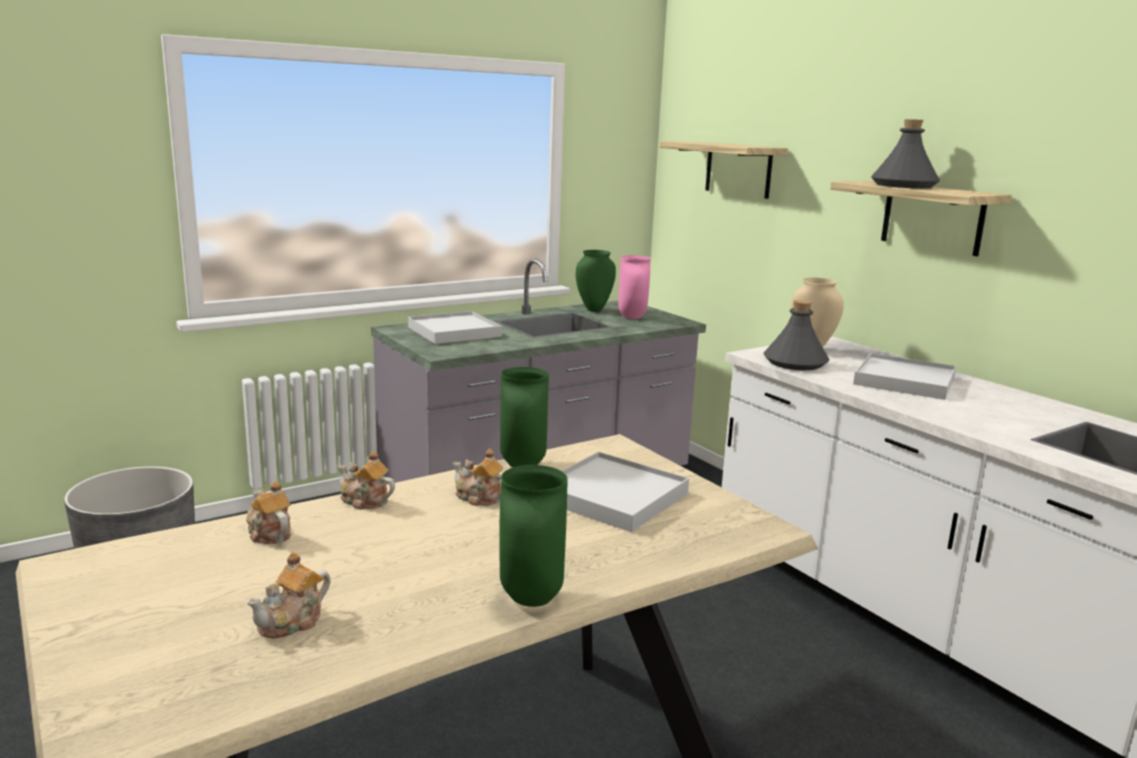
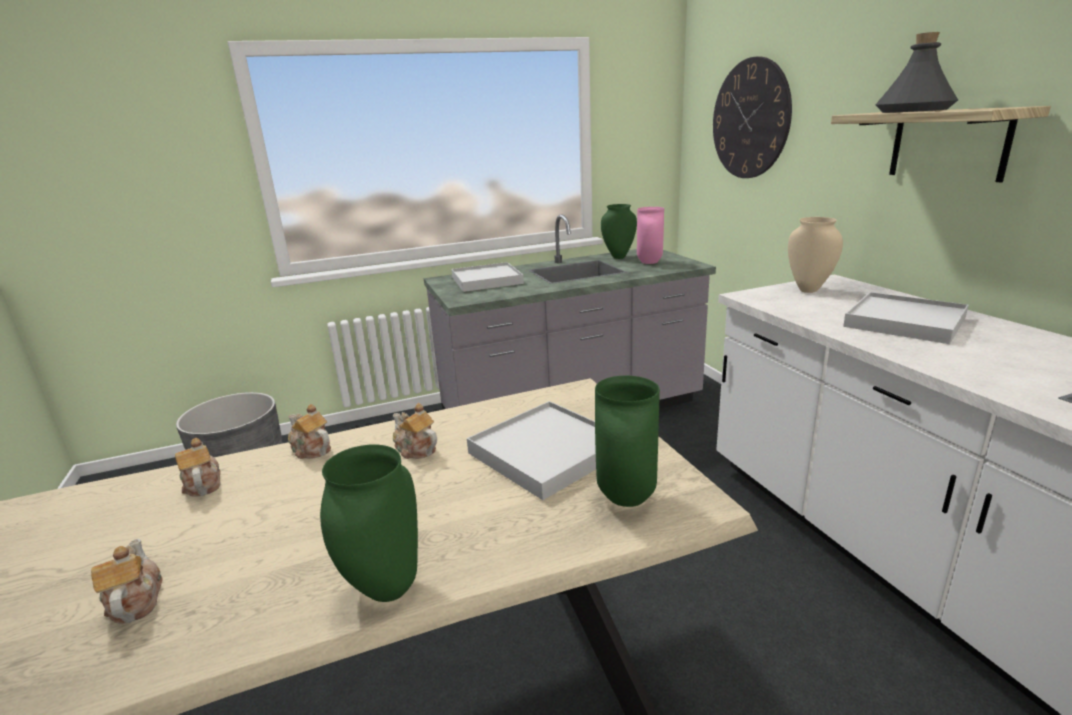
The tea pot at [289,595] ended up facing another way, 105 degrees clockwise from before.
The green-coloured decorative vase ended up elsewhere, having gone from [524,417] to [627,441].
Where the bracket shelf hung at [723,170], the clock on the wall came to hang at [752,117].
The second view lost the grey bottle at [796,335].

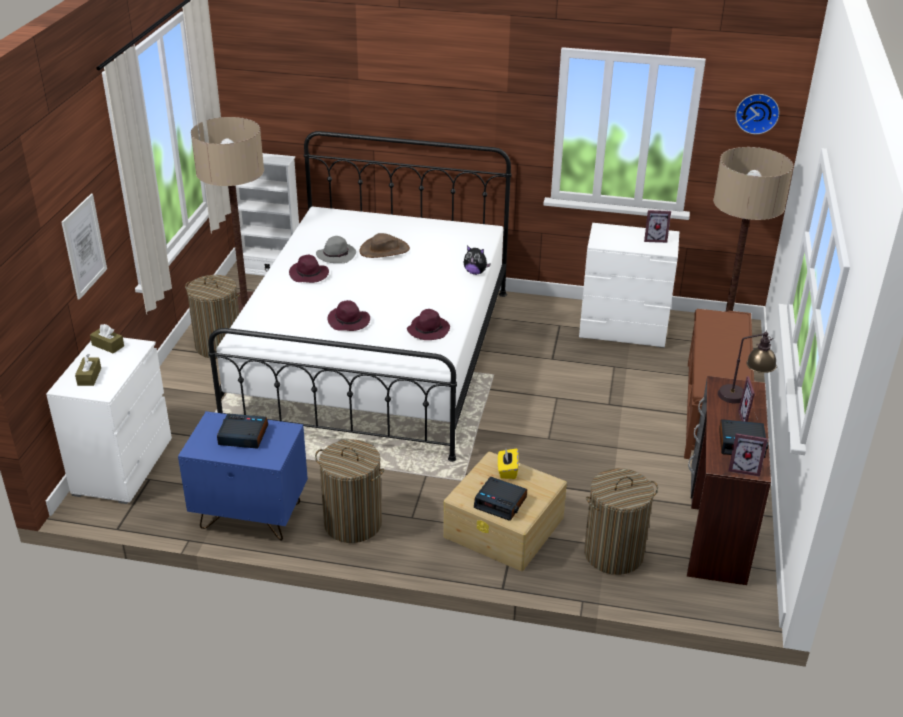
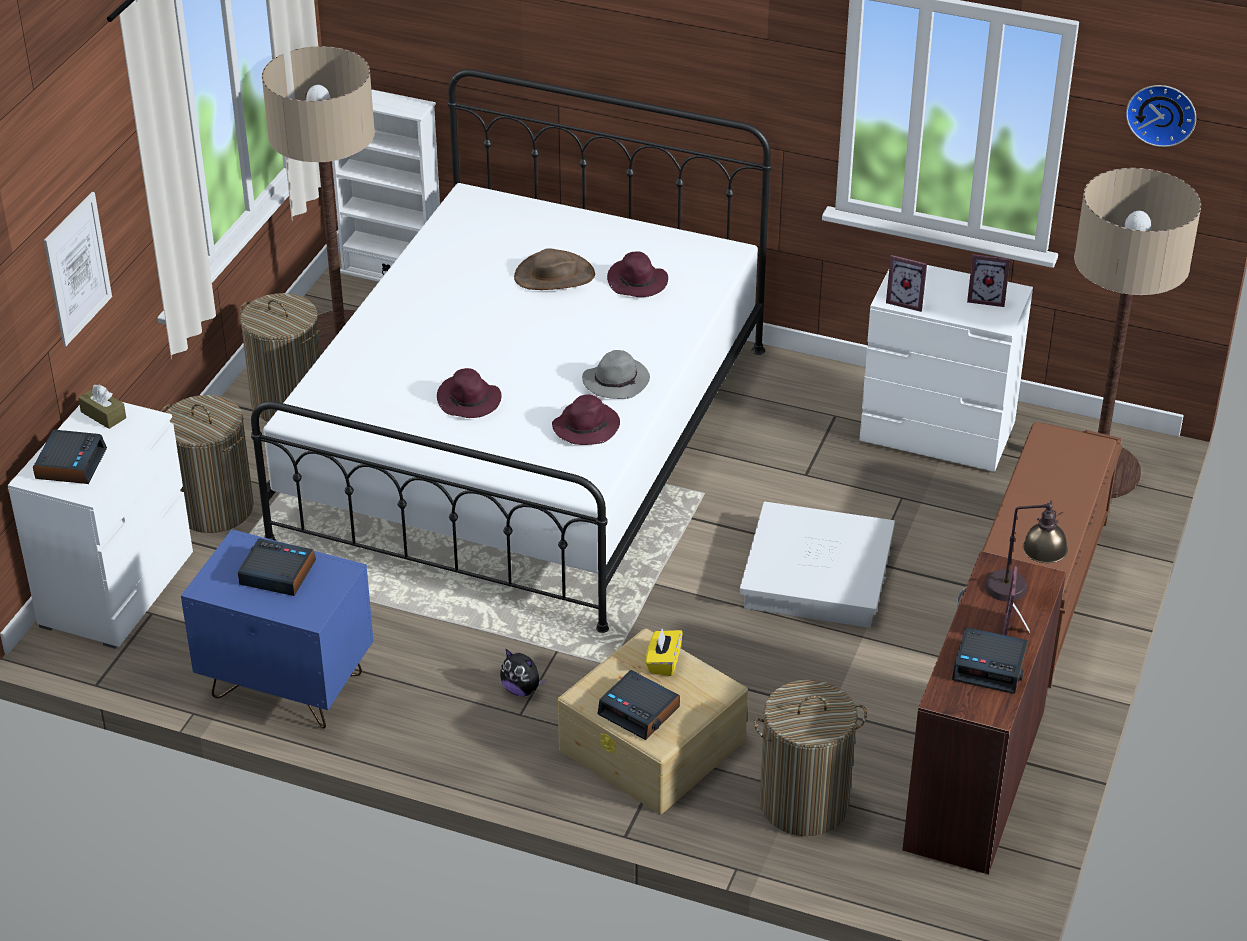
Where the brown box of tissues stood at [88,370], the bedside clock came to stand at [70,457].
The washing basket ended up elsewhere, having gone from [349,491] to [207,464].
The plush toy ended up elsewhere, having gone from [477,260] to [523,672].
The grey clothing hat ended up elsewhere, having gone from [336,249] to [616,374].
The purplish clothing hat ended up elsewhere, having gone from [309,269] to [637,274].
The second view gained the white-coloured storage box at [817,565].
The photo frame ended up elsewhere, having gone from [748,455] to [906,283].

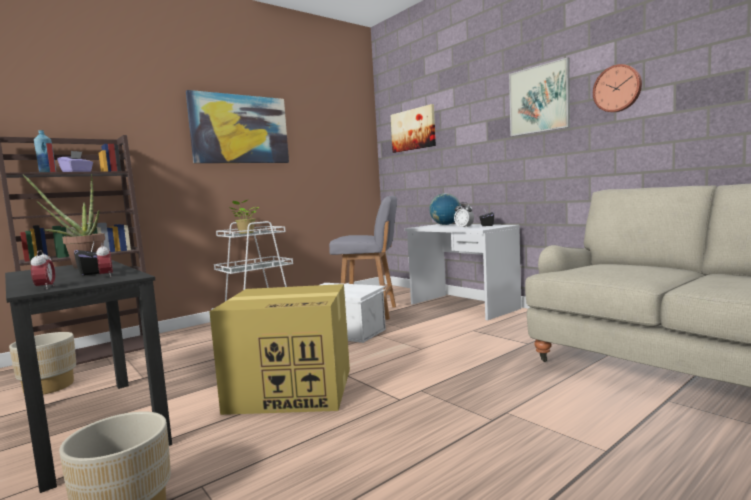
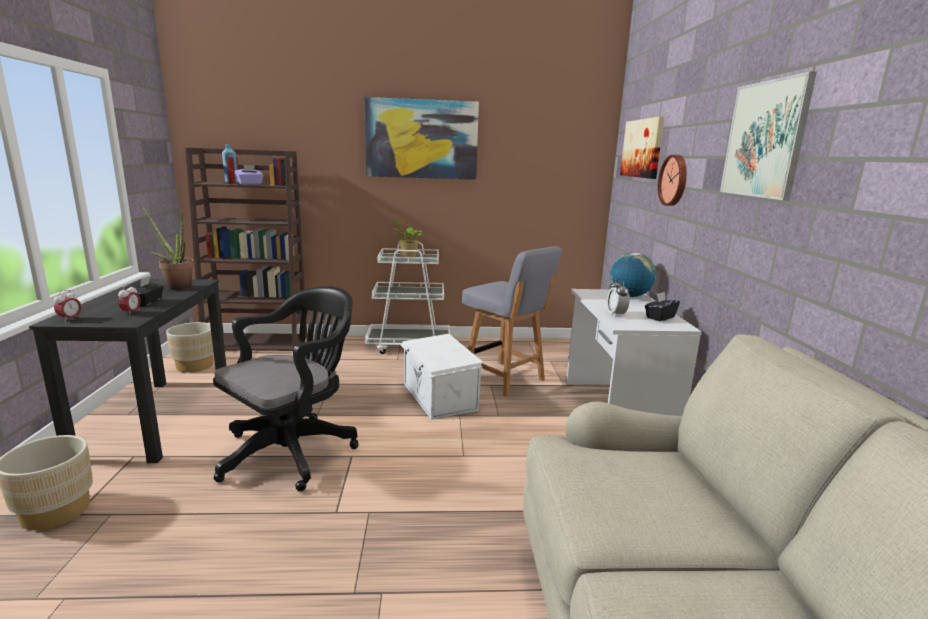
Where the packing box stood at [279,349], the blackish office chair came to stand at [286,389].
The clock on the wall ended up elsewhere, having gone from [617,88] to [672,180].

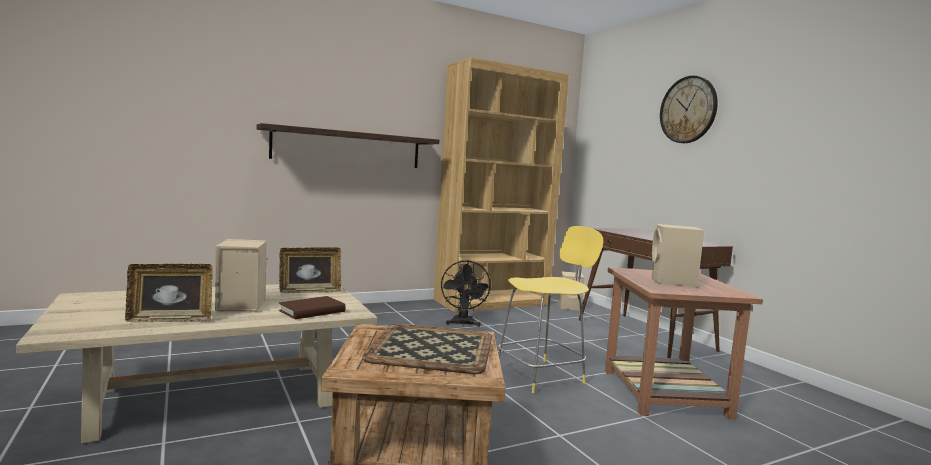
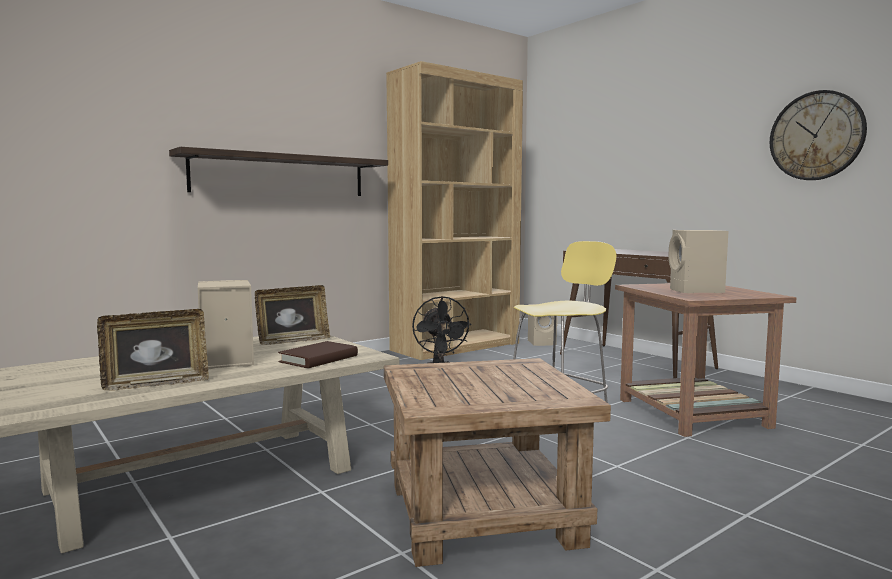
The clock on the wall ended up elsewhere, having gone from [689,109] to [818,135].
The second view lost the tray at [427,348].

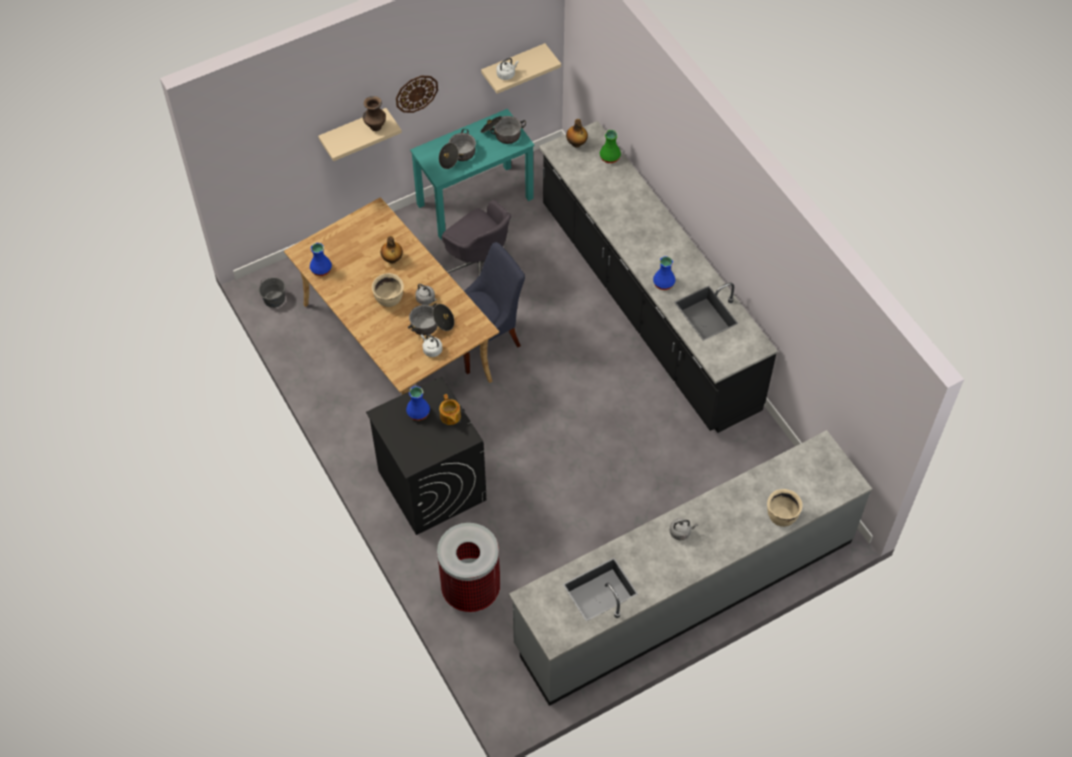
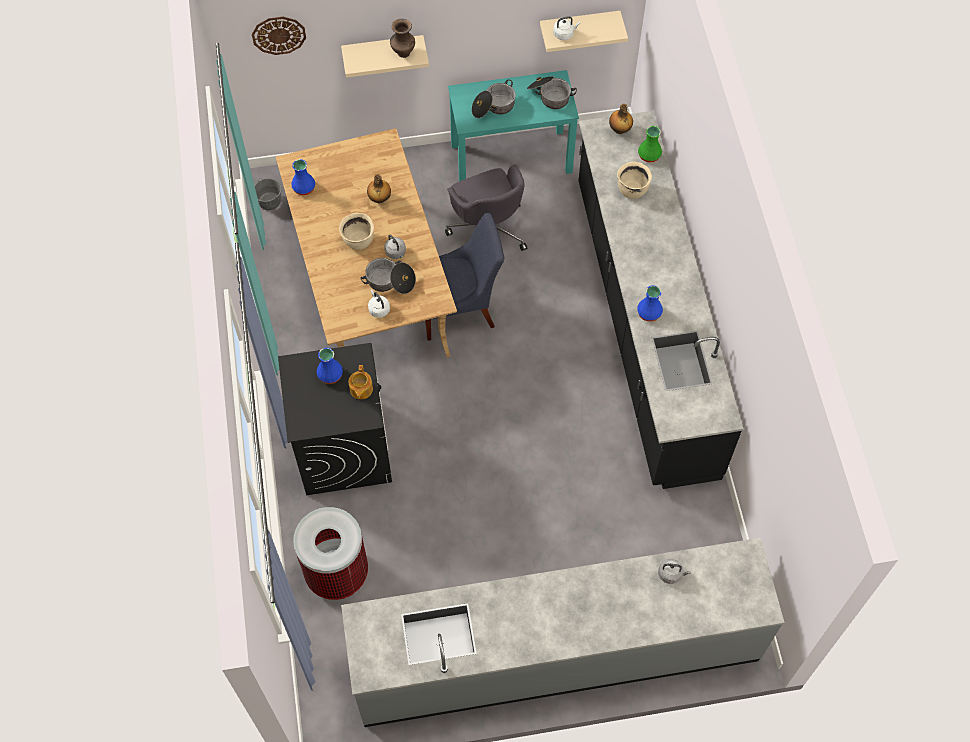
The clock on the wall ended up elsewhere, having gone from [417,94] to [279,36].
The sand-coloured stockpot ended up elsewhere, having gone from [784,508] to [634,180].
The grey kettle ended up elsewhere, having gone from [684,529] to [674,571].

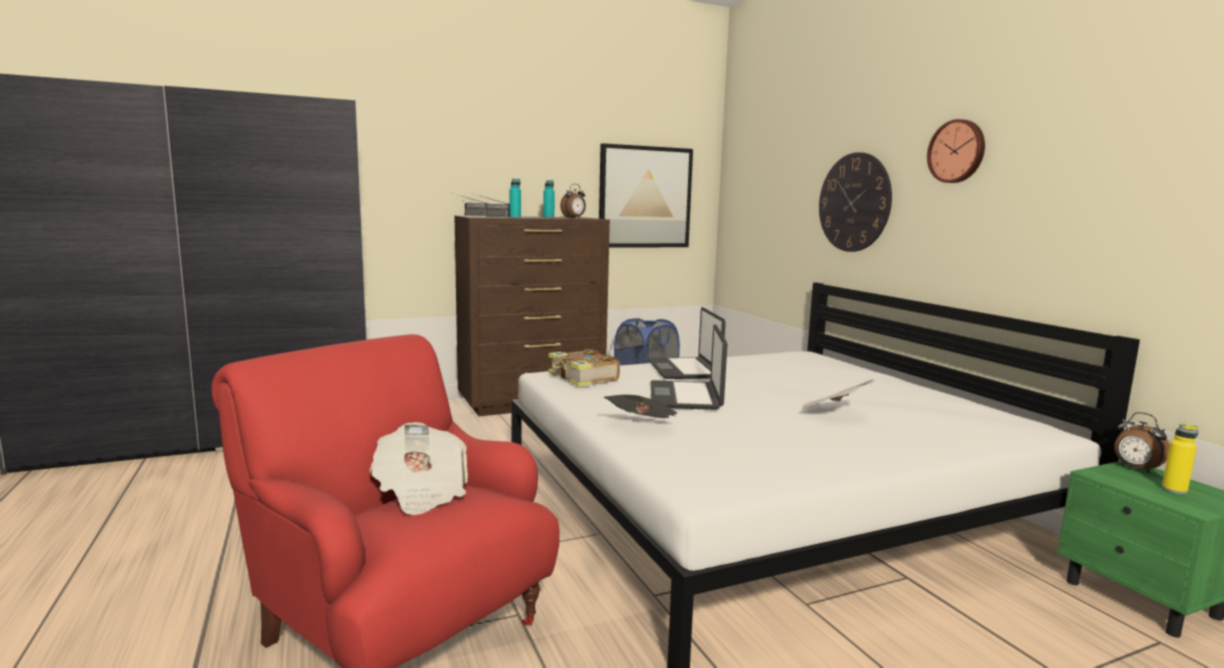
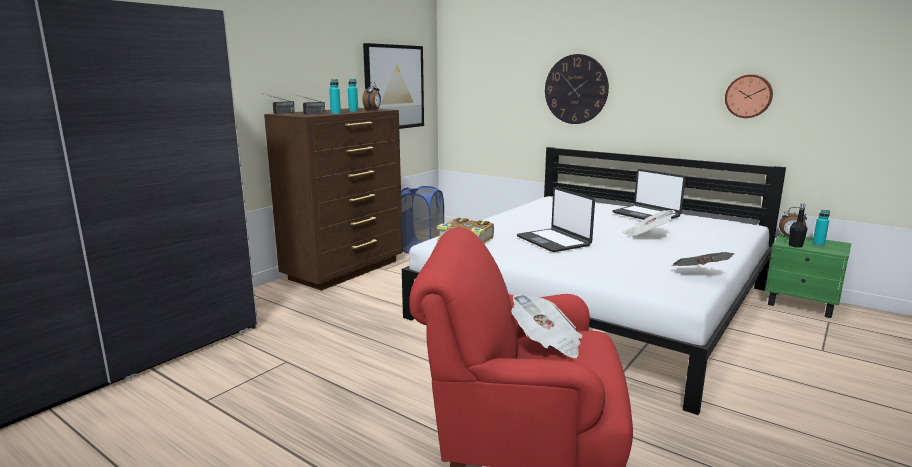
The laptop ended up elsewhere, having gone from [687,343] to [648,194].
The printed paper ended up elsewhere, having gone from [640,406] to [702,259].
The clock on the wall ended up elsewhere, having gone from [956,151] to [749,96].
The second view gained the blackish bottle at [798,225].
What was the yellow-coloured bottle at [1180,459] turned into the blue-green bottle at [821,228].

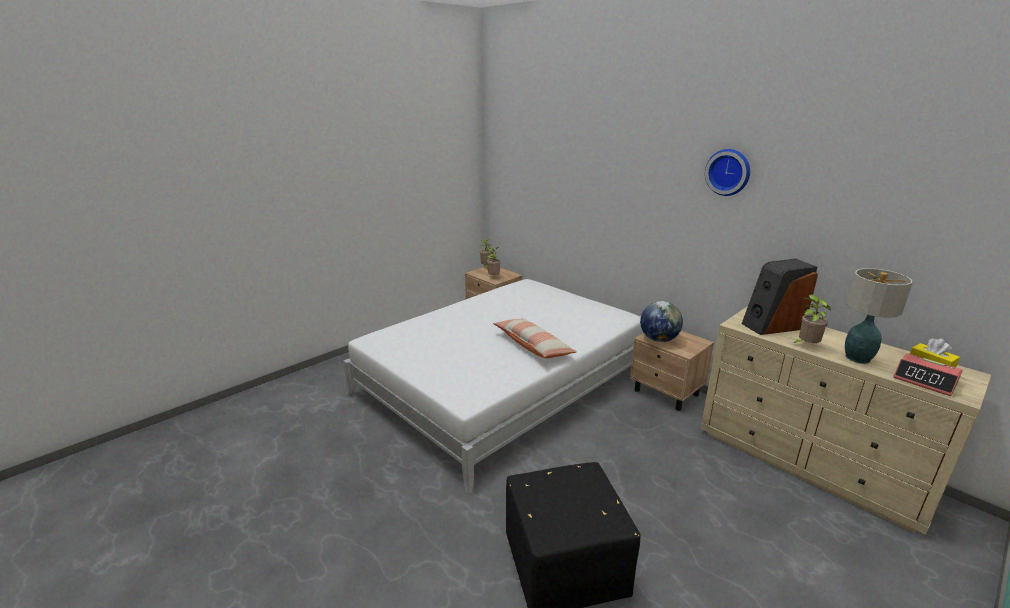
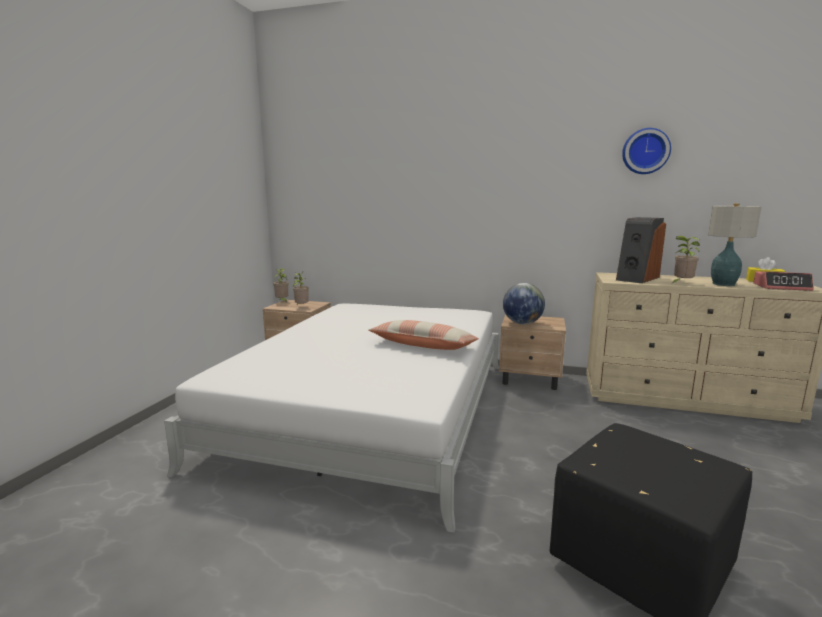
The clock on the wall ended up elsewhere, having gone from [727,172] to [646,151].

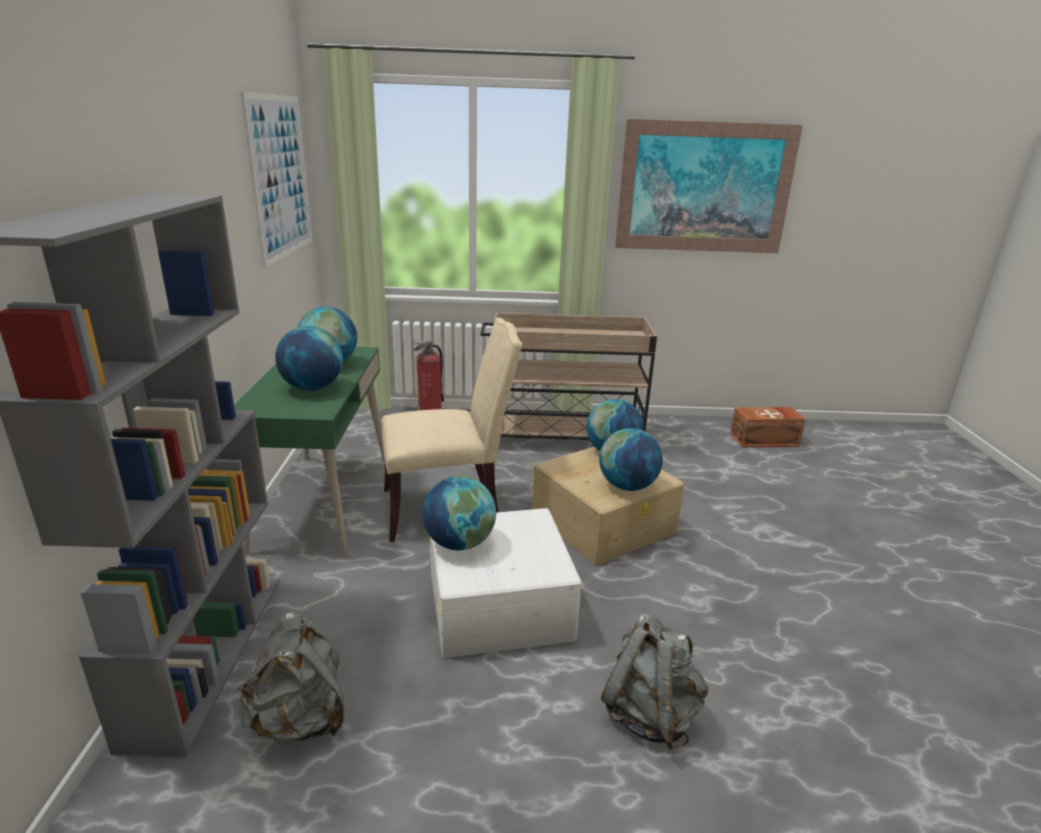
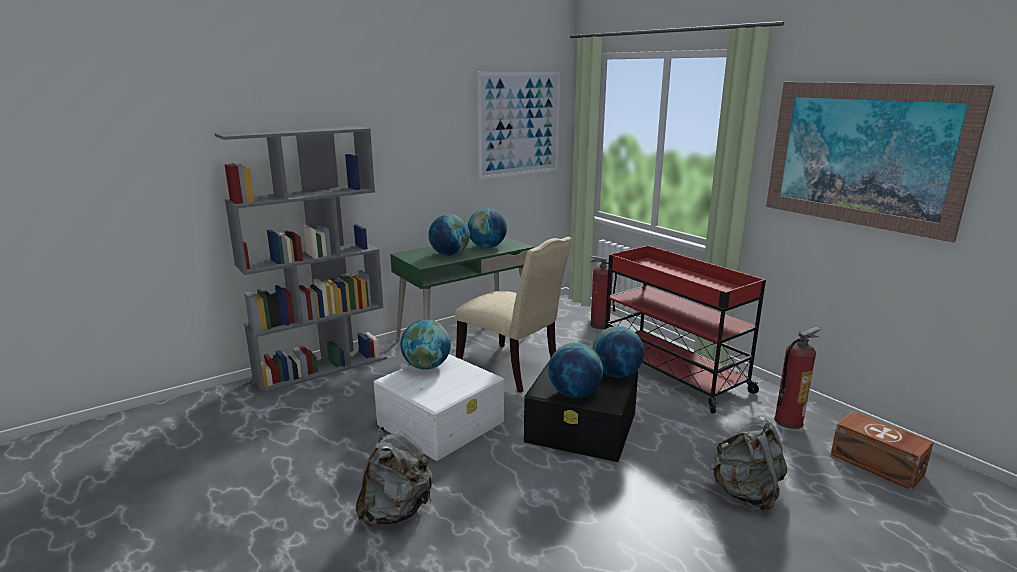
What was the sand-coloured storage box at [608,506] turned into the blackish storage box at [581,411].
What was the sand-coloured cart at [569,376] turned into the reddish cart at [685,330].
The grey knapsack ended up elsewhere, having gone from [291,678] to [748,463].
The second view gained the fire extinguisher at [797,378].

